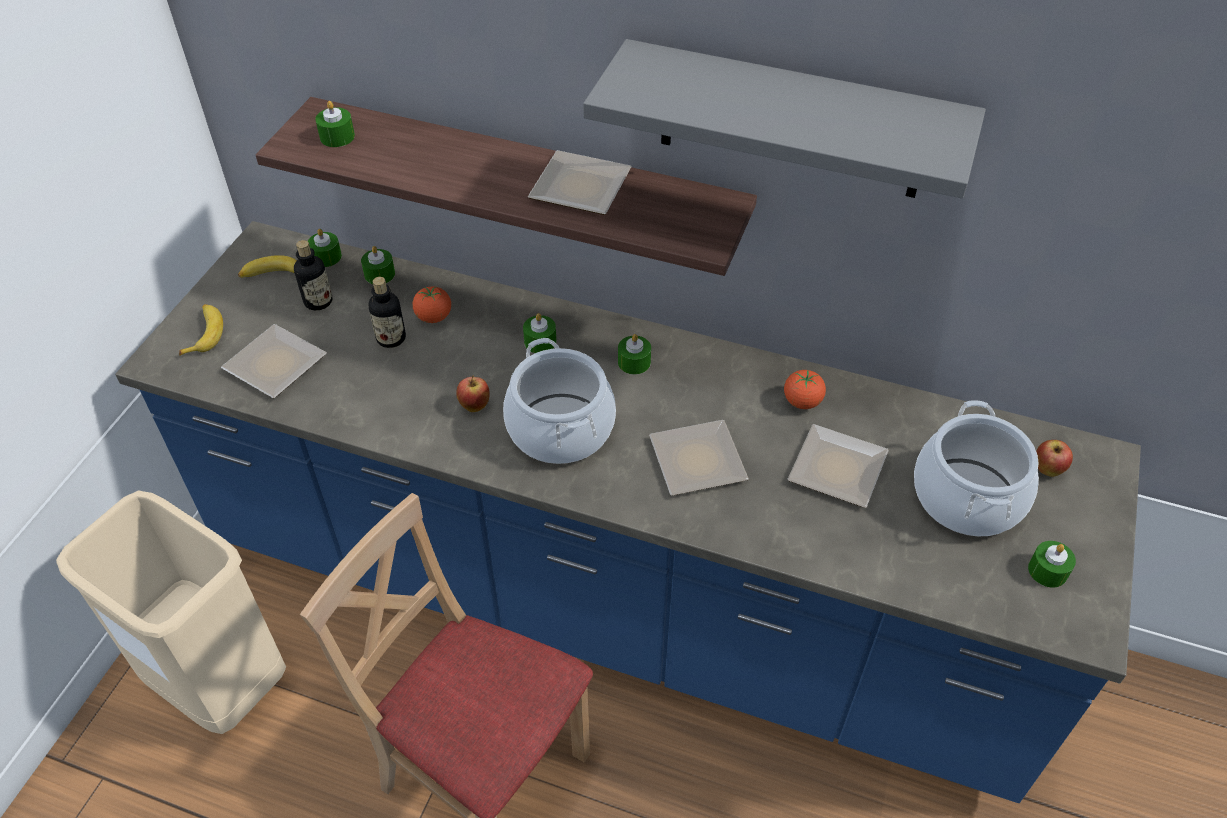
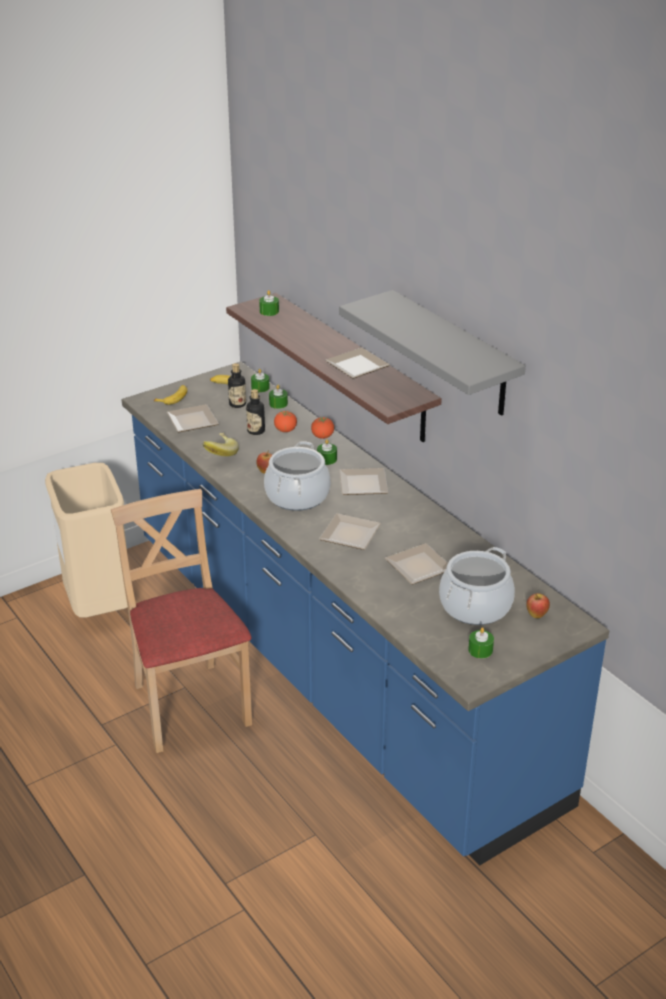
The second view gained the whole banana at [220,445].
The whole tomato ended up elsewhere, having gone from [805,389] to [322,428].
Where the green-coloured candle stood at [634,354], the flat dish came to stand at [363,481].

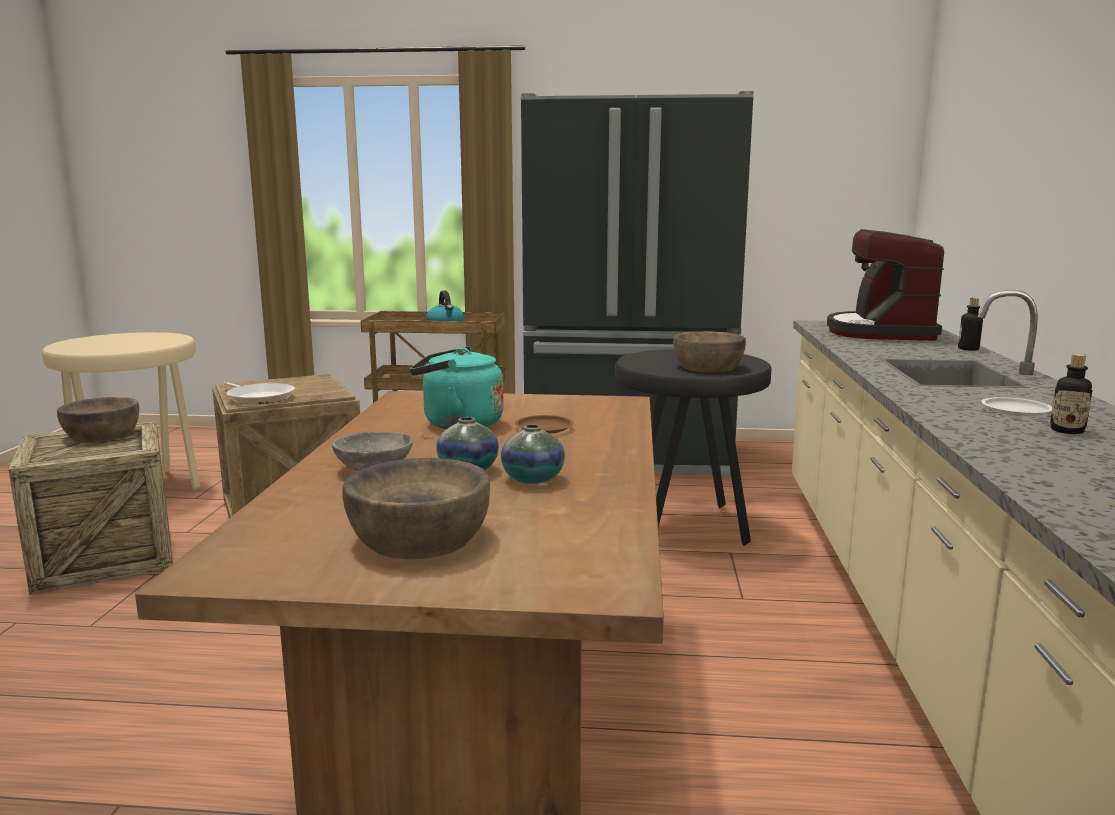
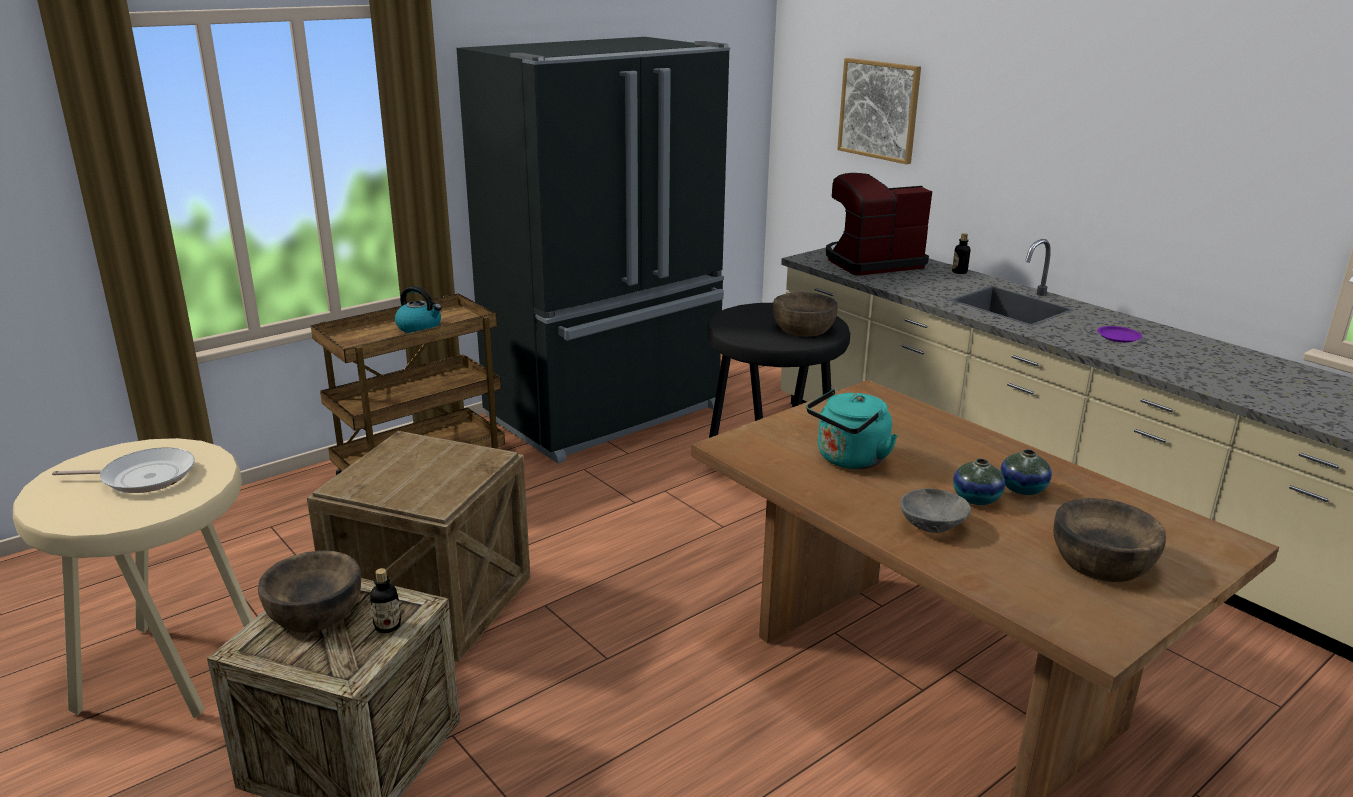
The pan ended up elsewhere, having gone from [259,393] to [123,470].
The bottle ended up elsewhere, having gone from [1071,394] to [385,600].
The coffee machine at [885,285] ended up facing another way, 105 degrees clockwise from before.
The second view gained the wall art at [879,111].
What was the white-coloured flat dish at [1016,406] turned into the purplish flat dish at [1119,334].
The second view lost the brown flat dish at [544,424].

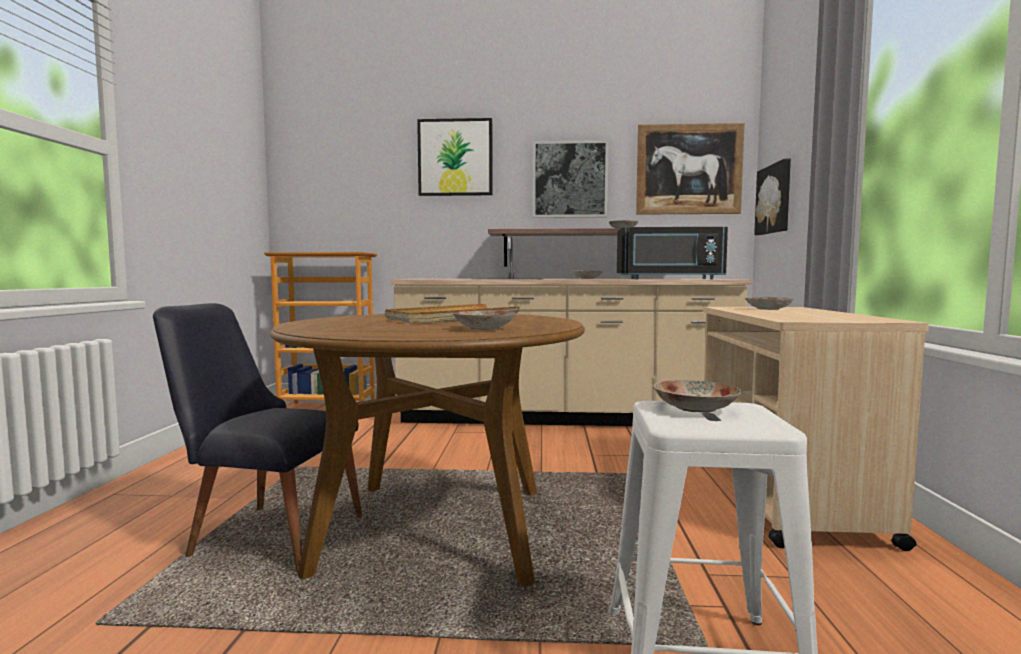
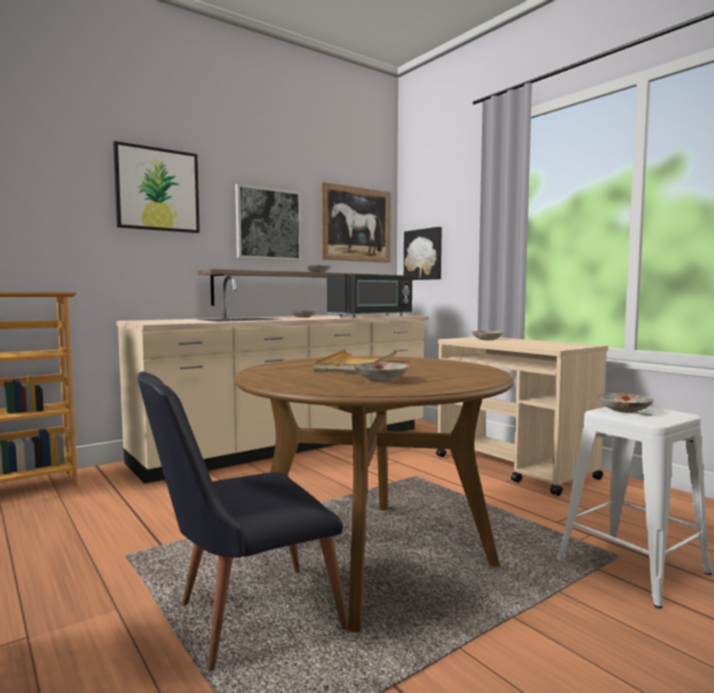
The flat dish ended up elsewhere, having gone from [484,320] to [381,372].

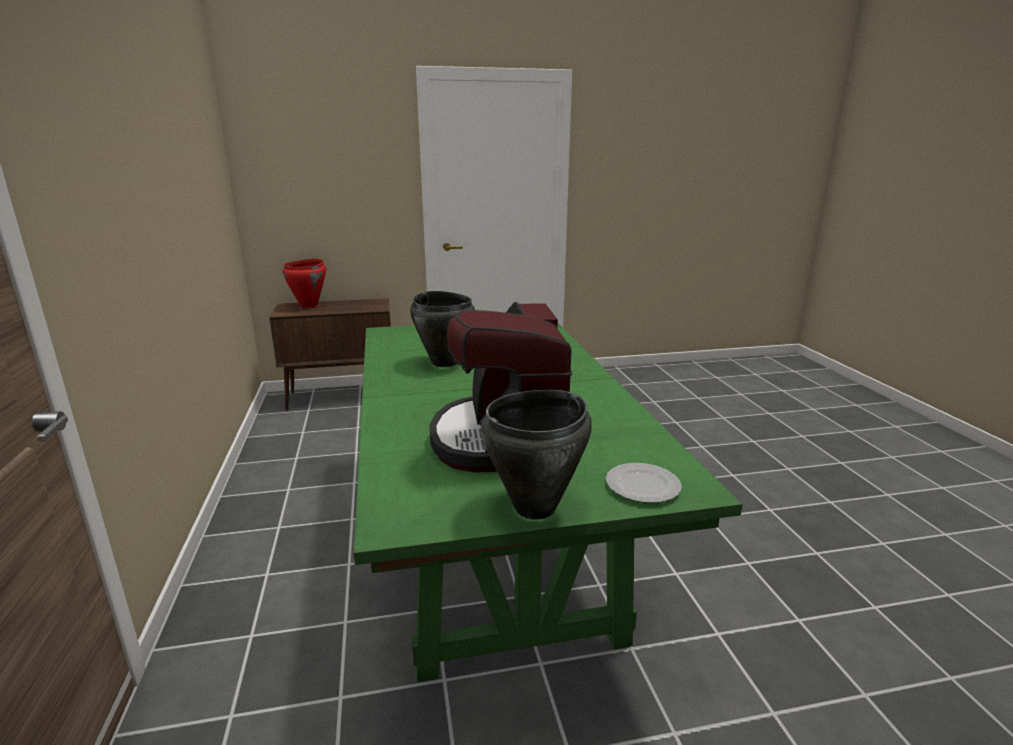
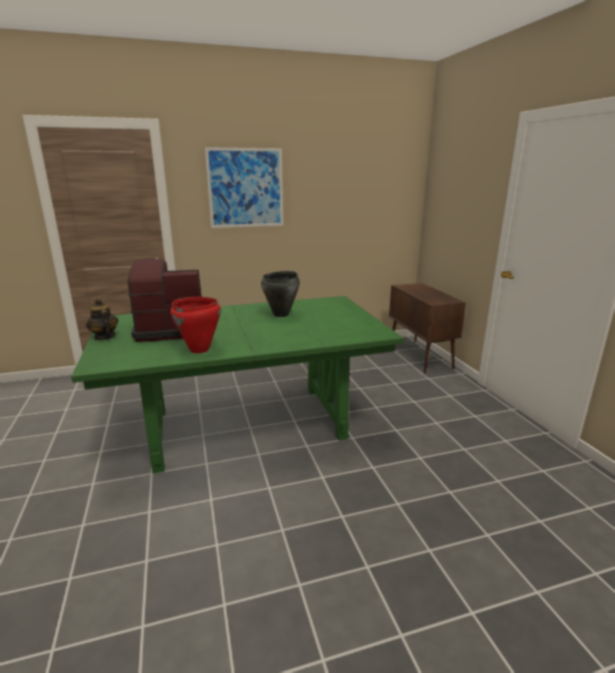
Where the blackish stockpot stood at [536,455], the tea pot came to stand at [102,319].
The reddish stockpot ended up elsewhere, having gone from [304,283] to [195,325].
The second view gained the wall art at [244,187].
The second view lost the flat dish at [644,483].

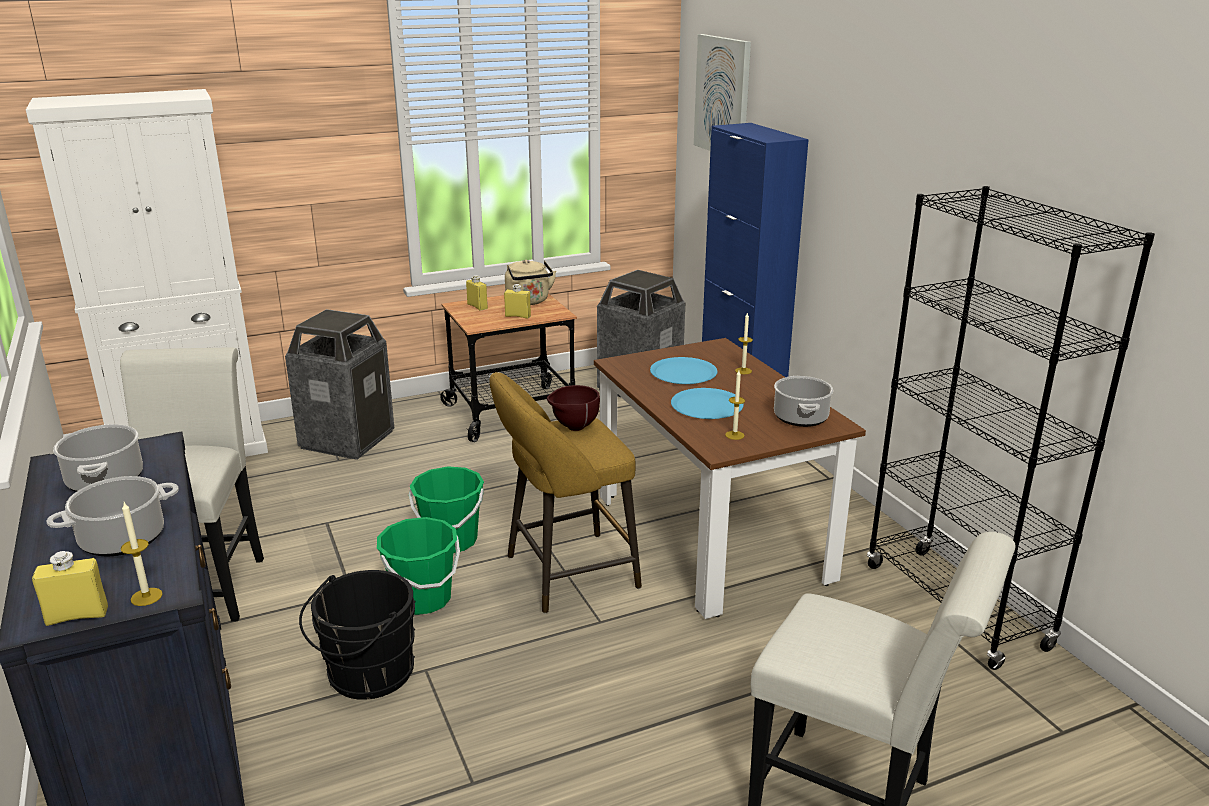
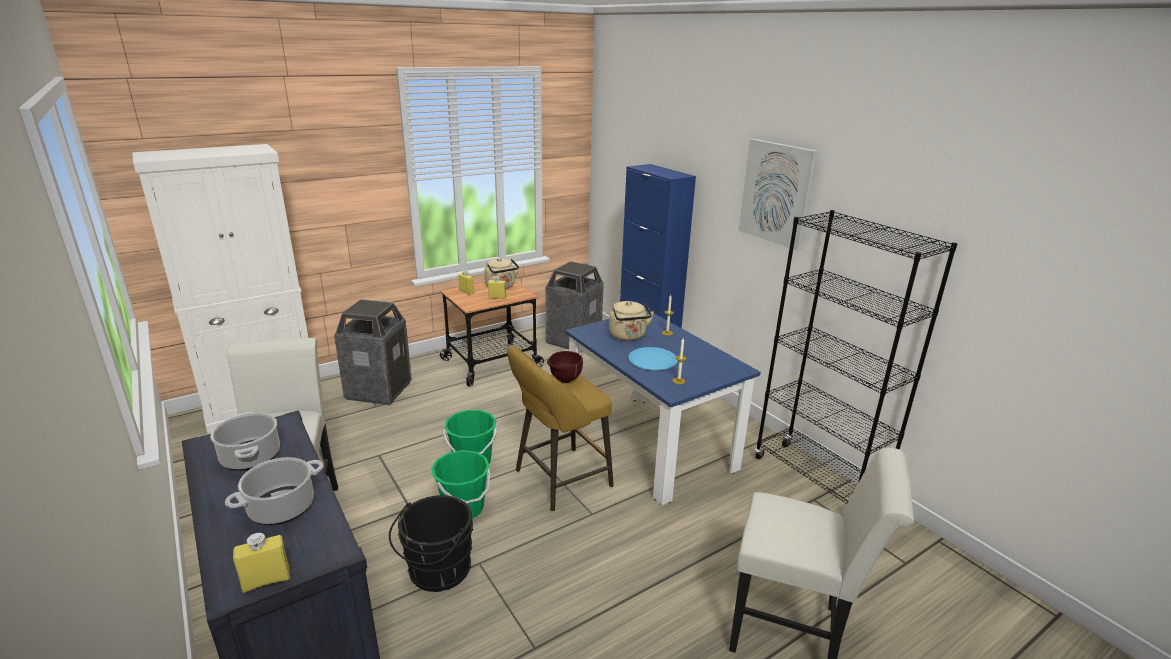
What was the brown dinner table at [730,478] turned into the bluish dinner table at [663,407].
Where the bluish flat dish stood at [684,370], the sand-coloured kettle came to stand at [631,321].
The wall art ended up elsewhere, having gone from [722,92] to [778,195].
The second view lost the candle at [142,554].
The second view lost the stockpot at [803,401].

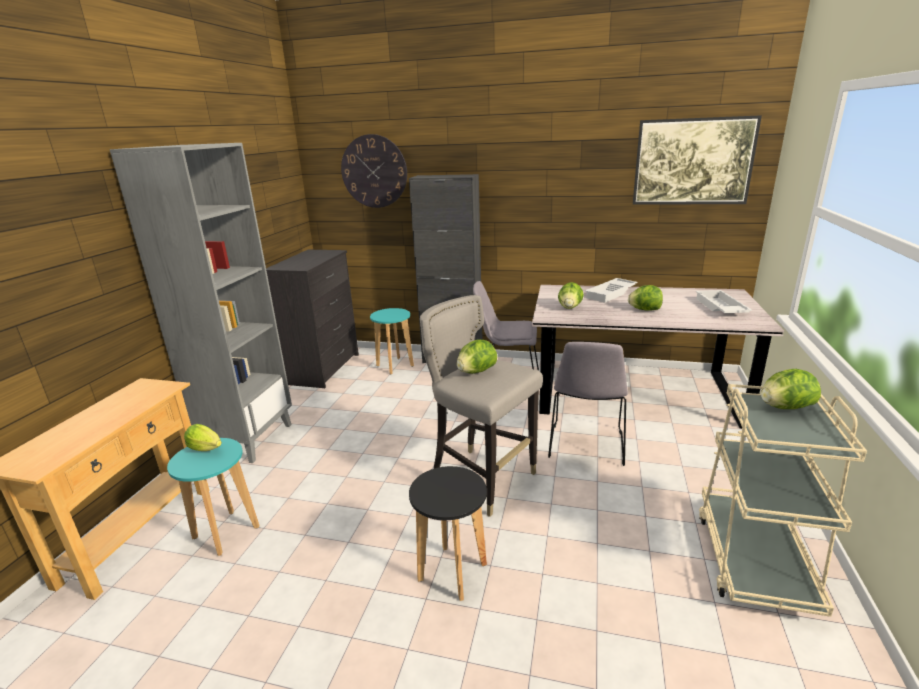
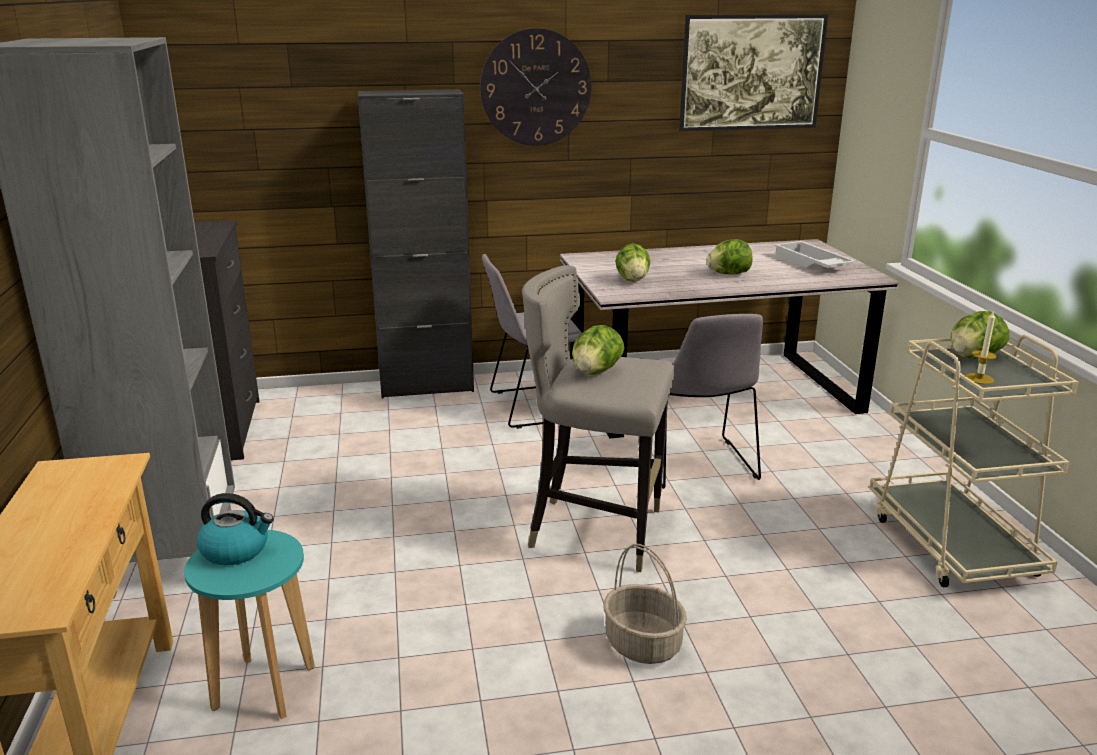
Where the lettuce head stood at [203,437], the kettle came to stand at [235,529].
The clock on the wall ended up elsewhere, having gone from [374,171] to [535,87].
Where the blackish stool stood at [448,533], the household basket came to stand at [645,604].
The second view gained the candle at [981,348].
The second view lost the blue-green stool at [392,341].
The second view lost the white-coloured tray at [611,290].

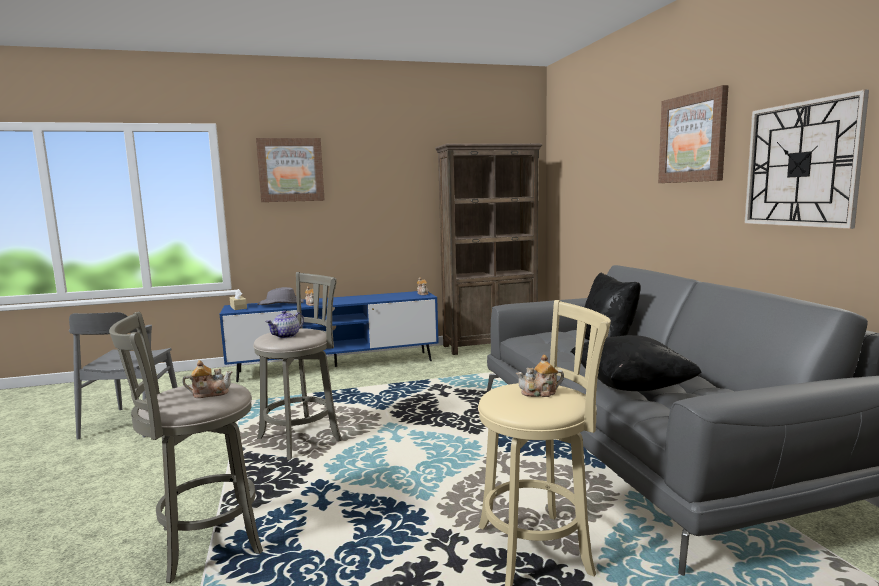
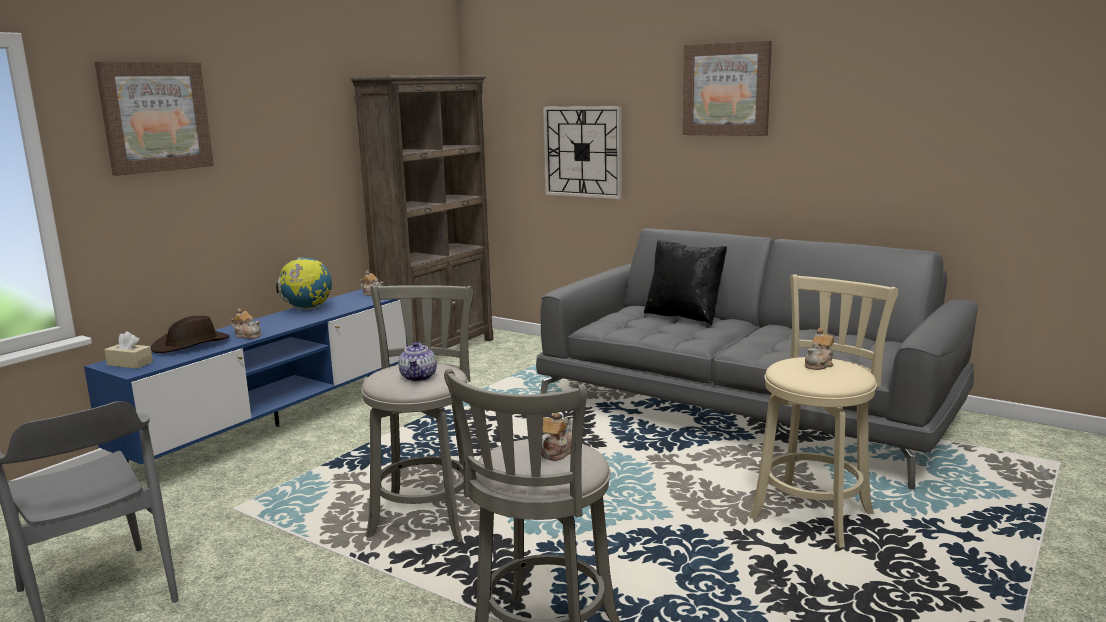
What was the grey clothing hat at [280,296] turned into the brown clothing hat at [190,334].
The second view gained the desk globe at [304,283].
The clock on the wall ended up elsewhere, having gone from [807,159] to [582,152].
The second view lost the blackish cushion at [636,363].

